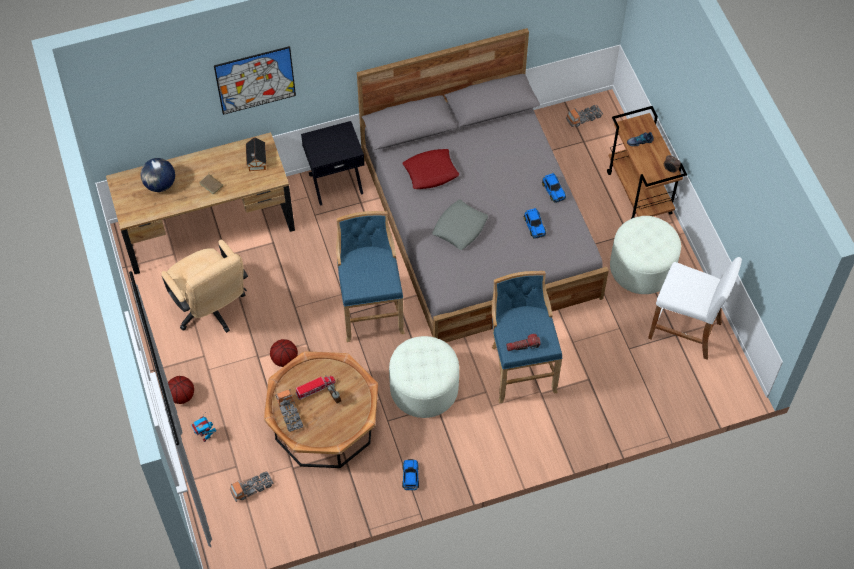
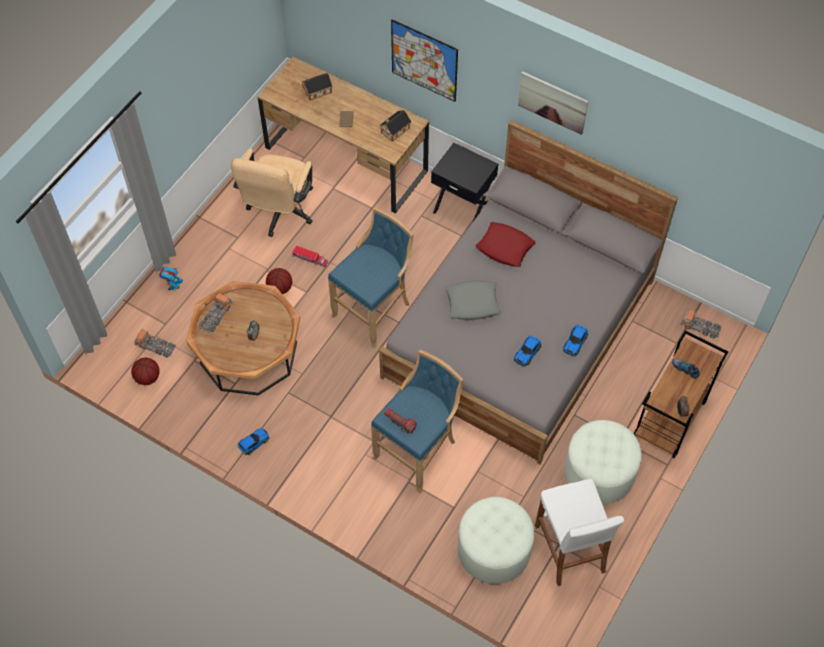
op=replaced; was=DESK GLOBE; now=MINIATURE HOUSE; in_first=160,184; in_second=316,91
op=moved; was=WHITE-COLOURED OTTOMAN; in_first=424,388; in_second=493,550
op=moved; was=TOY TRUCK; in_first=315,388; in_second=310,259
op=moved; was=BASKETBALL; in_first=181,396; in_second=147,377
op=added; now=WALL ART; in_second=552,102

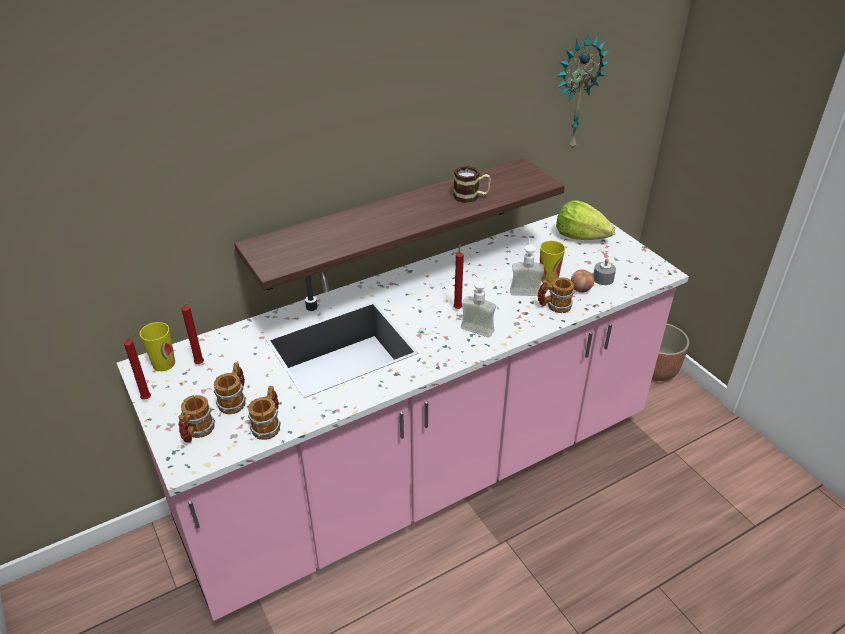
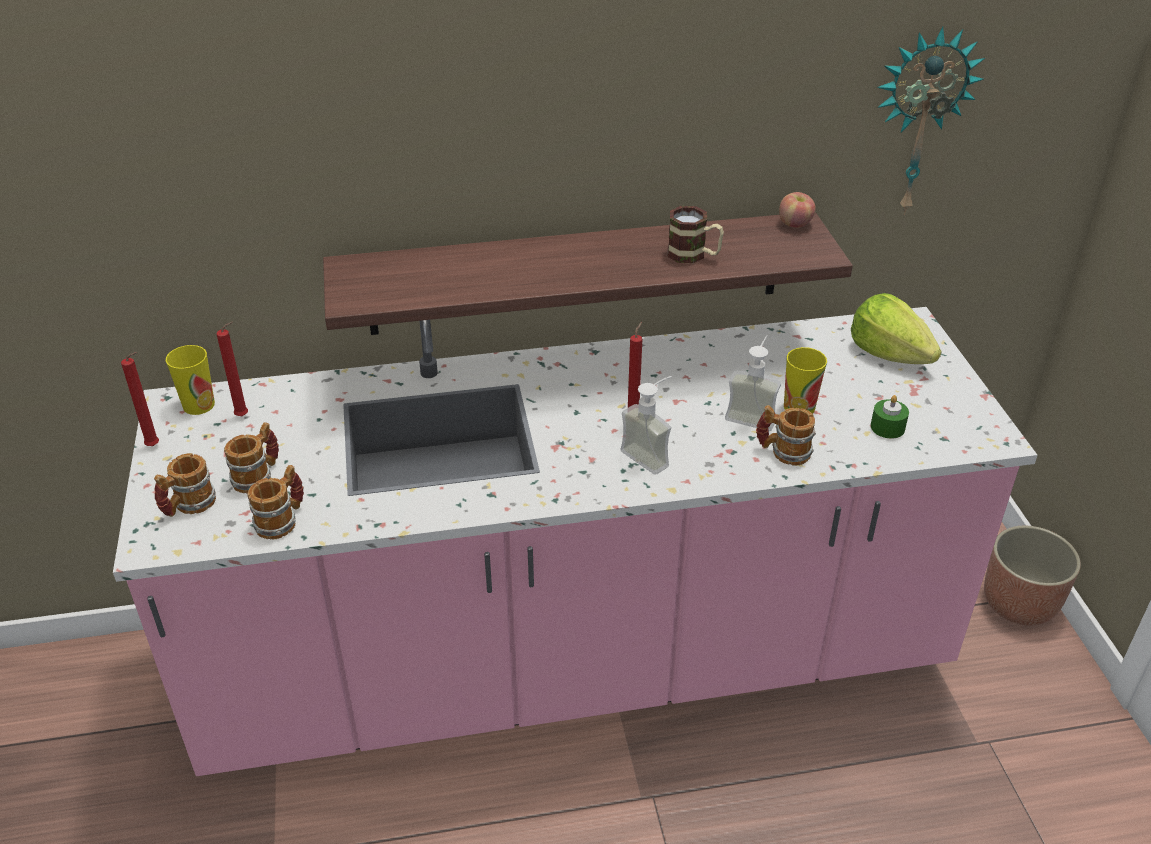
op=recoloured; was=GREY WAX CANDLE; now=GREEN-COLOURED WAX CANDLE; in_first=603,279; in_second=887,427
op=moved; was=APPLE FRUIT; in_first=581,289; in_second=795,224

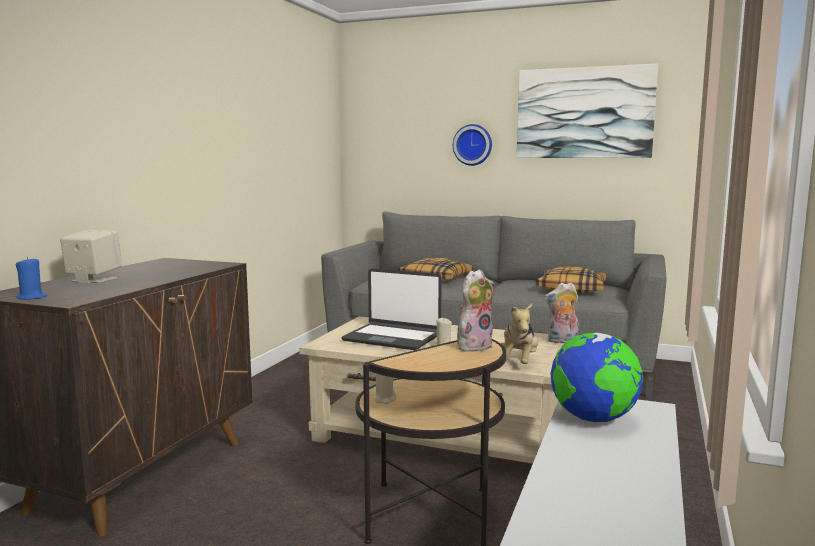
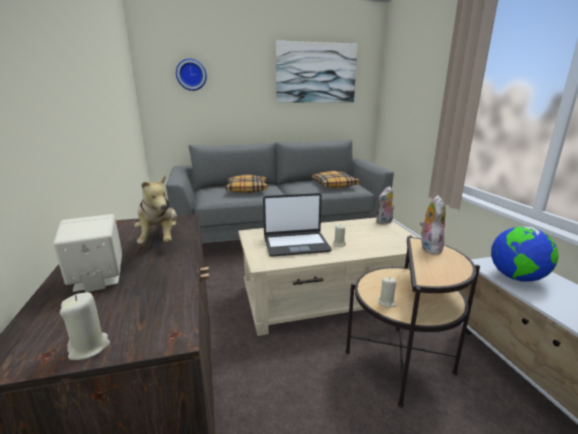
op=moved; was=HANGING CLOCK; in_first=473,145; in_second=191,75
op=recoloured; was=BLUE WAX CANDLE; now=SAND-COLOURED WAX CANDLE; in_first=32,297; in_second=89,347
op=moved; was=PLUSH TOY; in_first=519,362; in_second=160,239

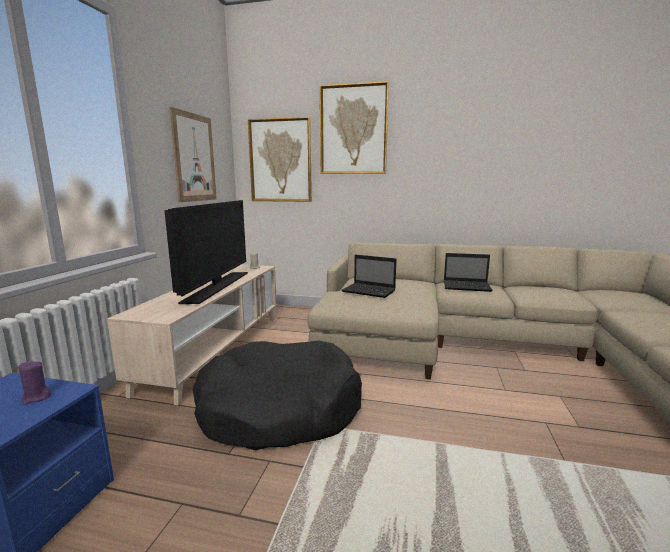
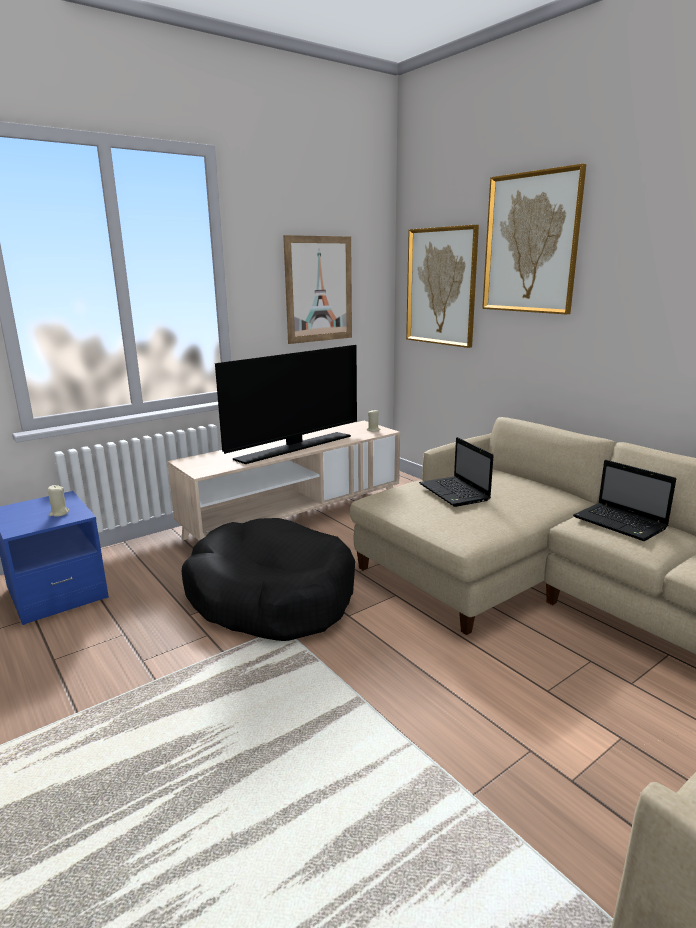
op=recoloured; was=PURPLISH WAX CANDLE; now=SAND-COLOURED WAX CANDLE; in_first=36,397; in_second=59,513

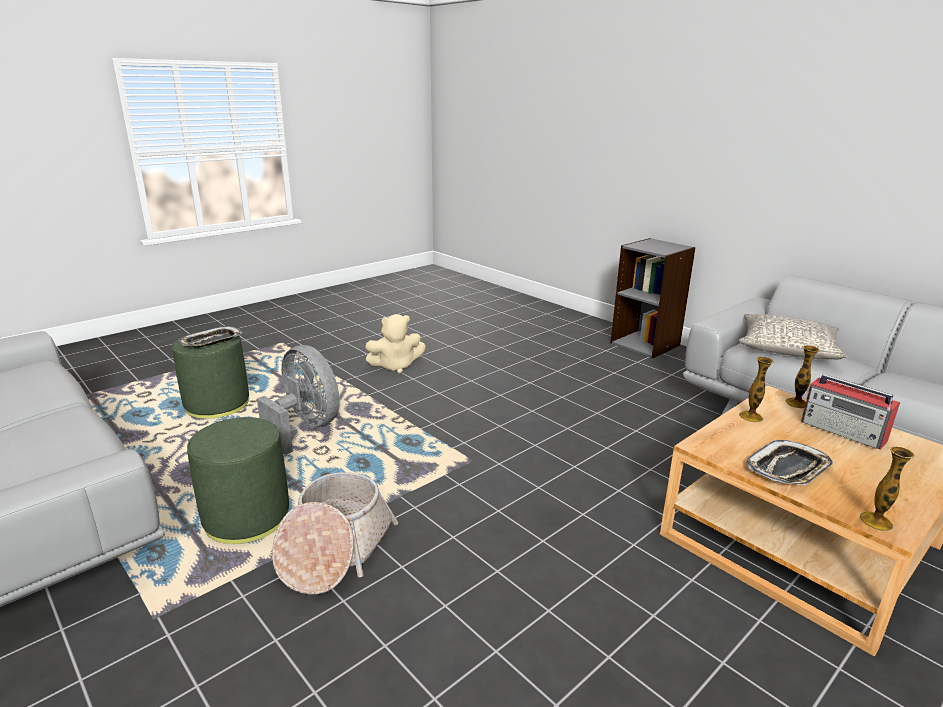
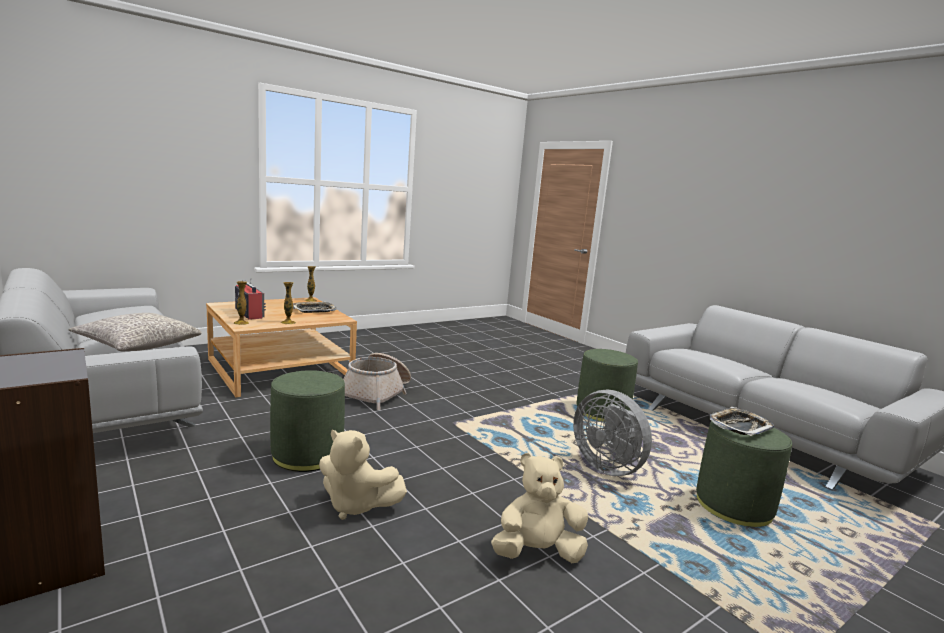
op=moved; was=STORAGE BASKET; in_first=334,550; in_second=377,393
op=added; now=GREEN-COLOURED OTTOMAN; in_second=307,454
op=added; now=SAND-COLOURED PLUSH TOY; in_second=356,505

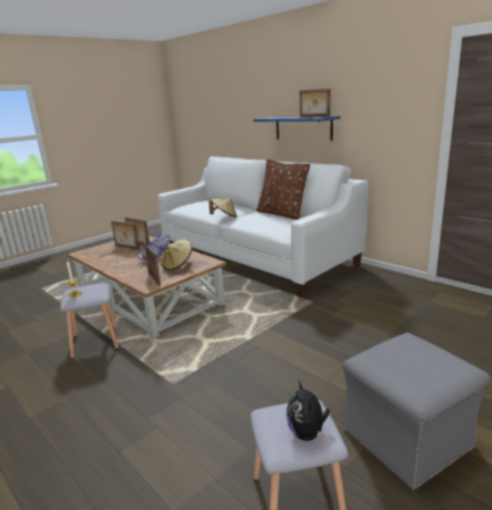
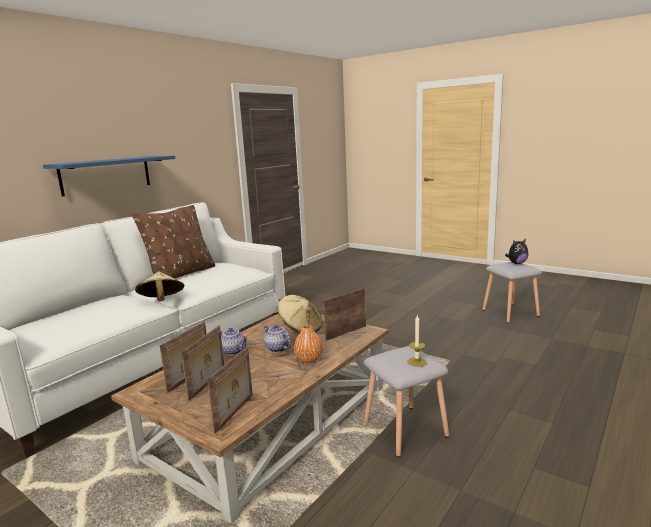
op=moved; was=PICTURE FRAME; in_first=314,116; in_second=235,413
op=removed; was=GREY OTTOMAN; in_first=406,438
op=added; now=ORANGEY DECORATIVE VASE; in_second=309,359

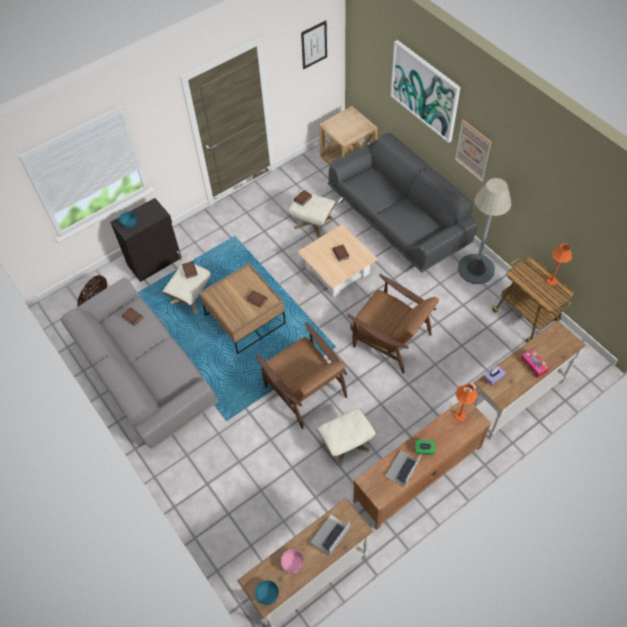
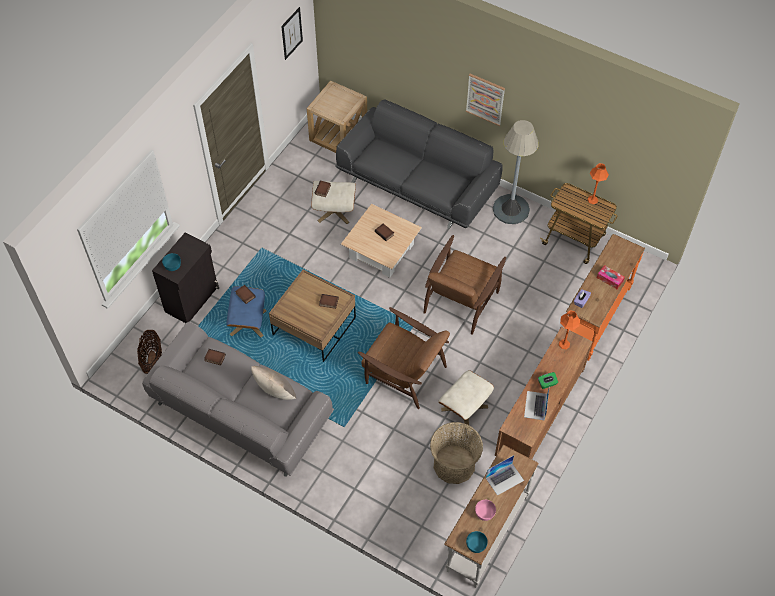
op=removed; was=WALL ART; in_first=424,90
op=recoloured; was=SAND-COLOURED OTTOMAN; now=BLUE OTTOMAN; in_first=190,297; in_second=248,322
op=turned; was=BROWNISH LOUNGE CHAIR; in_first=390,338; in_second=461,300; clockwise=105
op=recoloured; was=WHITE-COLOURED HALL TABLE; now=ORANGEY HALL TABLE; in_first=515,398; in_second=595,317
op=turned; was=NOTEBOOK COMPUTER; in_first=330,535; in_second=504,479; clockwise=-135
op=added; now=SAND-COLOURED CUSHION; in_second=275,392
op=added; now=STORAGE BASKET; in_second=454,464

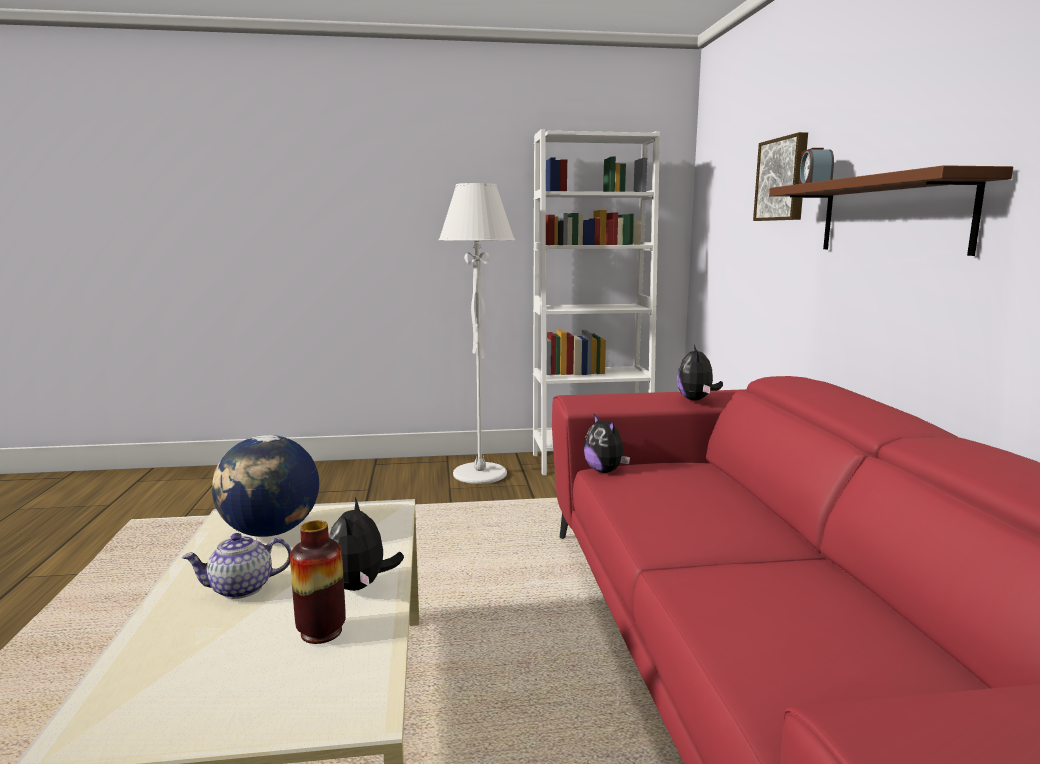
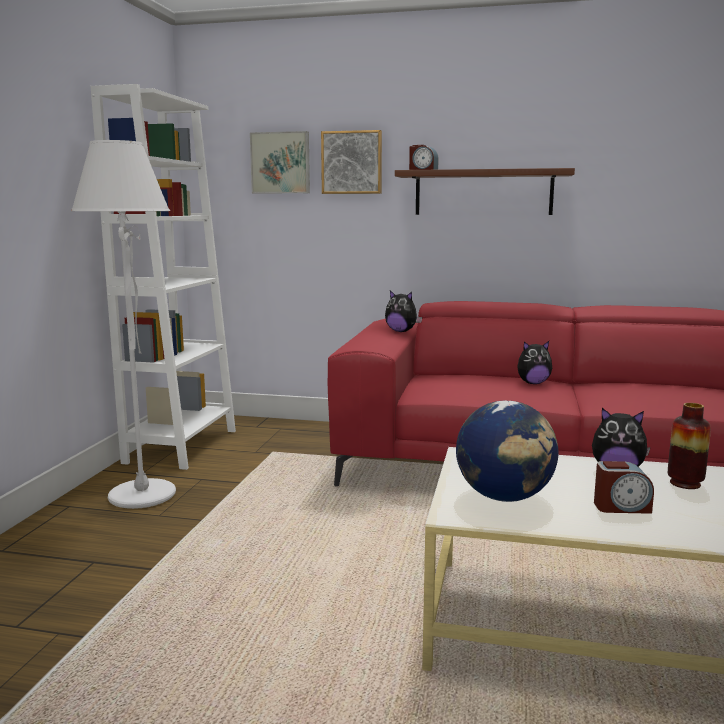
op=moved; was=PLUSH TOY; in_first=605,471; in_second=533,383
op=replaced; was=TEAPOT; now=BEDSIDE CLOCK; in_first=240,589; in_second=621,507
op=added; now=WALL ART; in_second=281,163

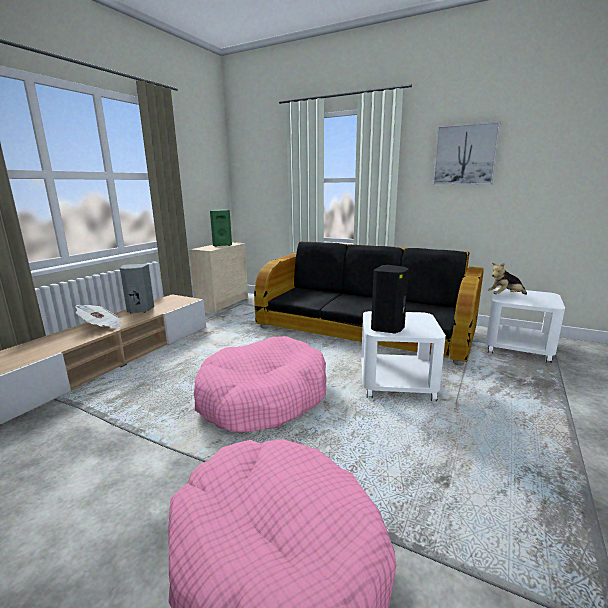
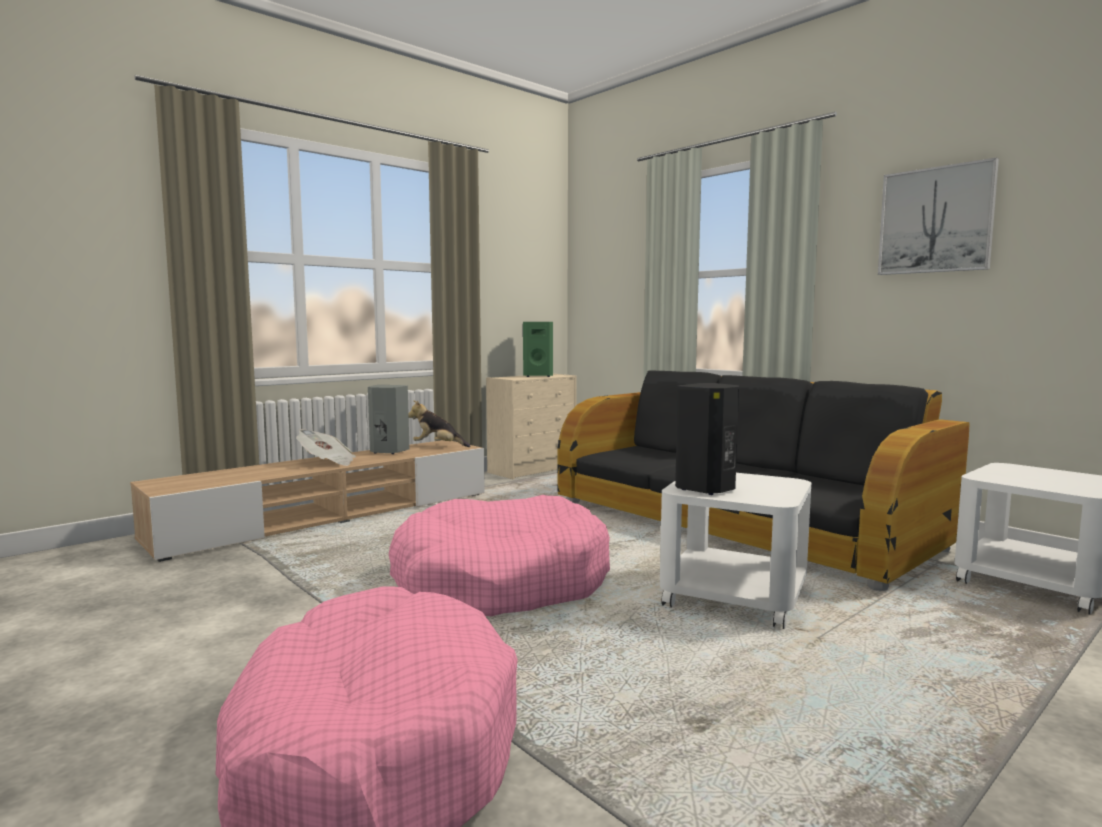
op=moved; was=PLUSH TOY; in_first=505,296; in_second=438,446

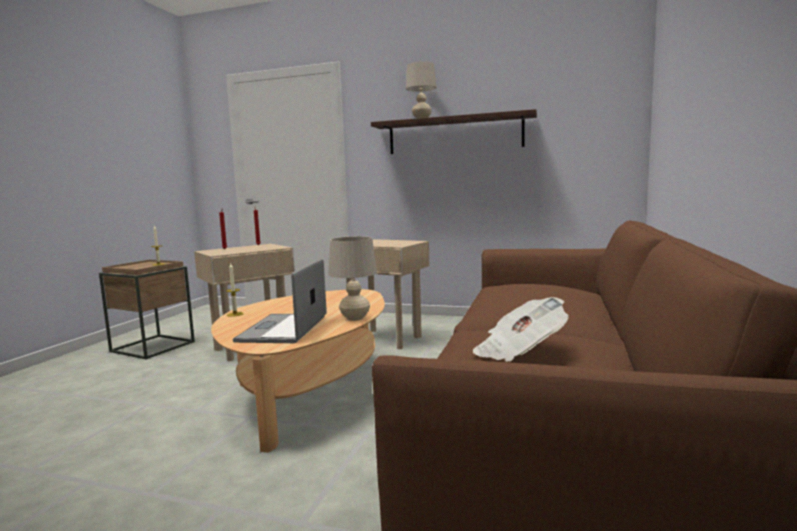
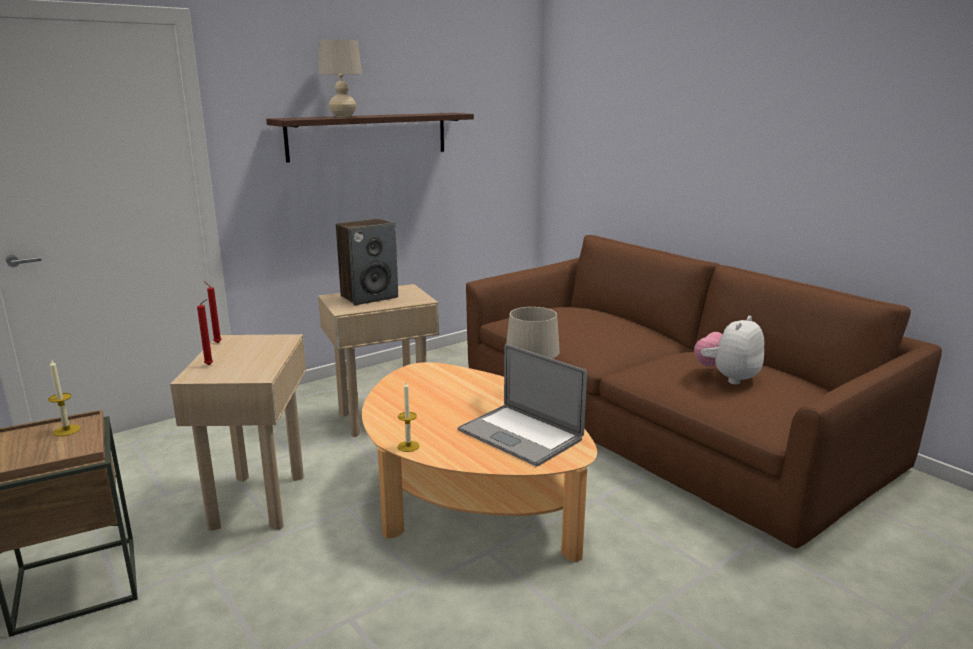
op=replaced; was=PRINTED PAPER; now=PLUSH TOY; in_first=518,352; in_second=727,377
op=added; now=SPEAKER; in_second=369,297

